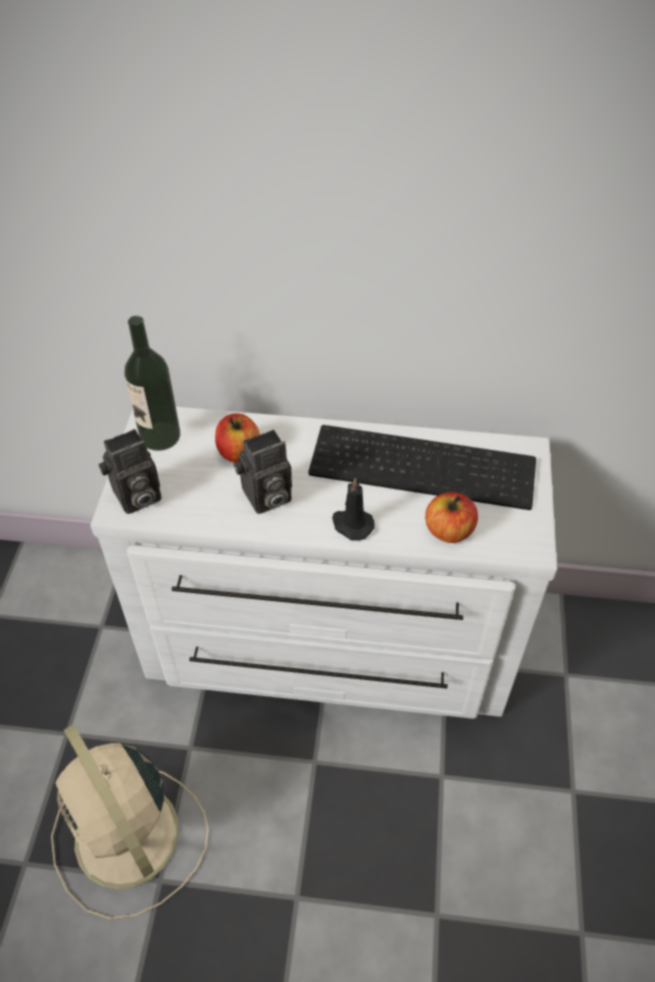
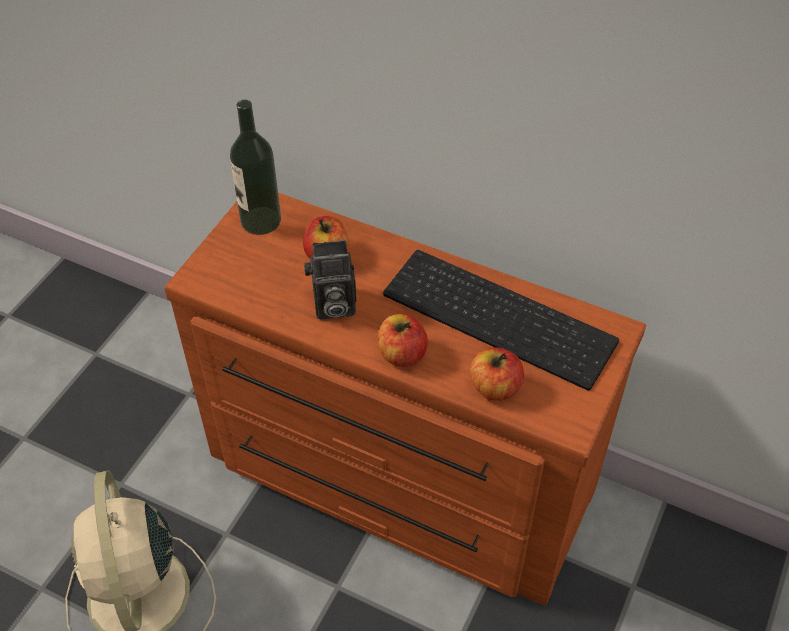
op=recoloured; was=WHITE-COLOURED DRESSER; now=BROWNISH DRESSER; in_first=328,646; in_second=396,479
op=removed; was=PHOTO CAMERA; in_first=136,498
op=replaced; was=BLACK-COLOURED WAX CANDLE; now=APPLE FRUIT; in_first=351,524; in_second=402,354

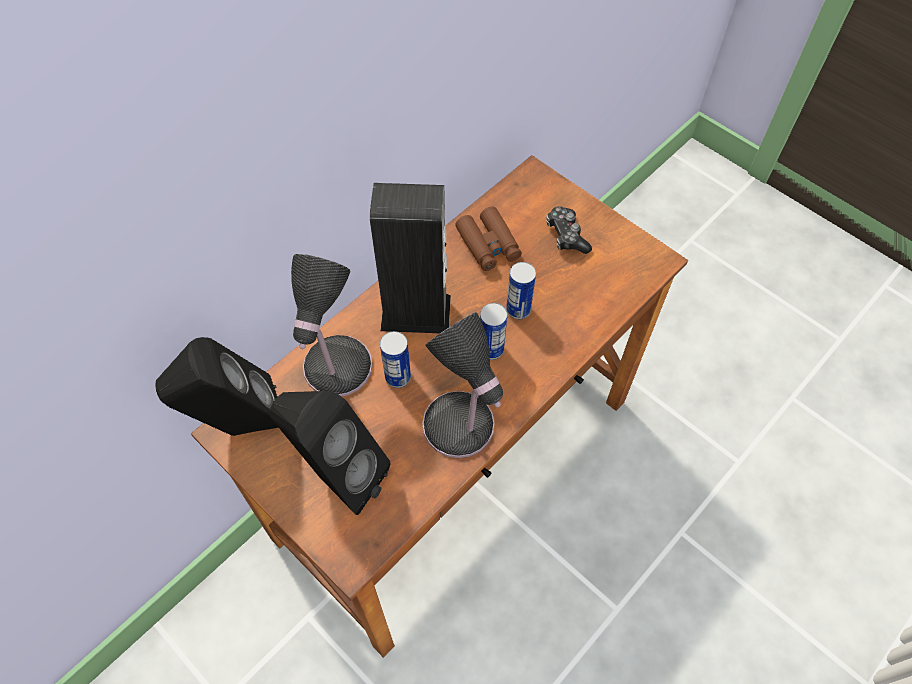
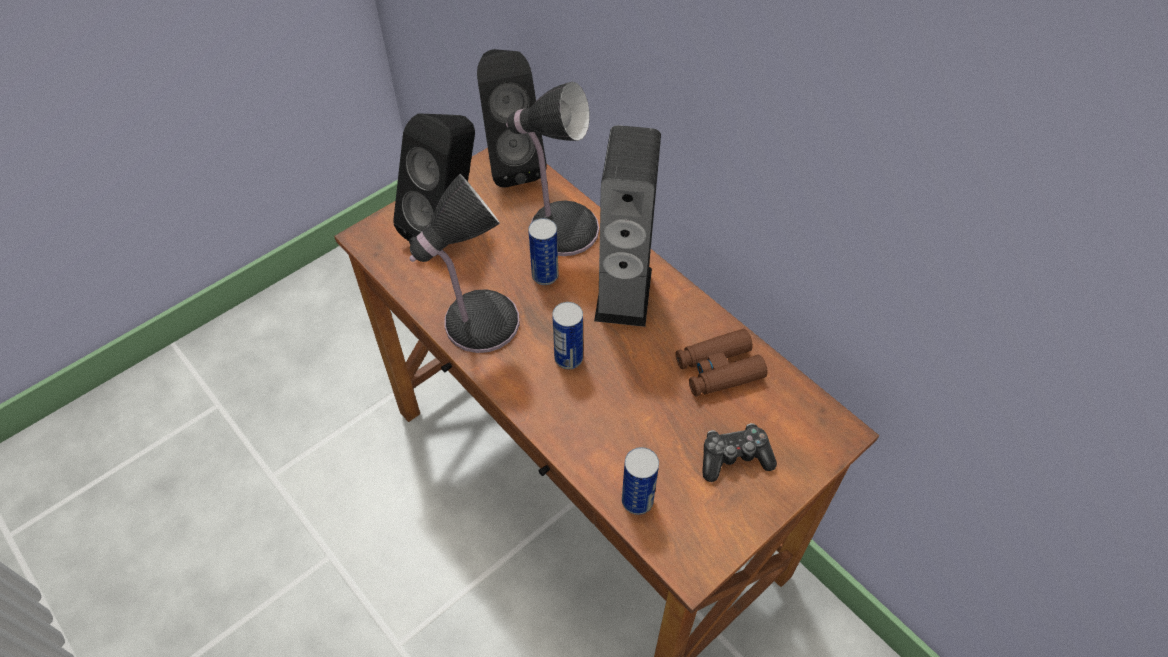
op=moved; was=SEALED CAN; in_first=518,310; in_second=637,501

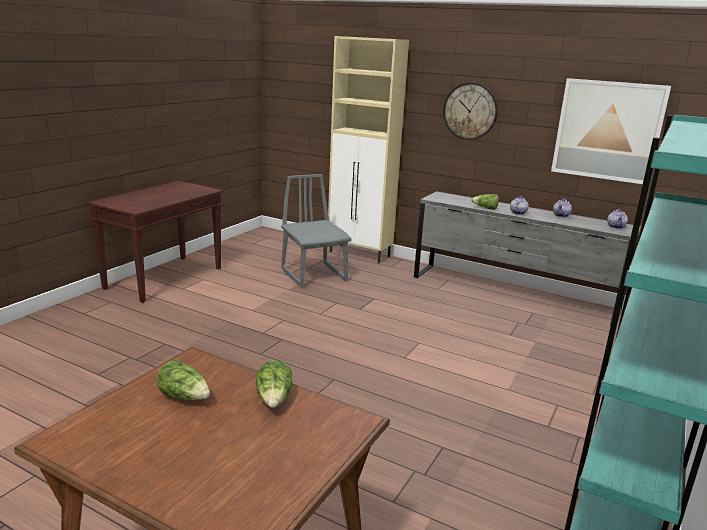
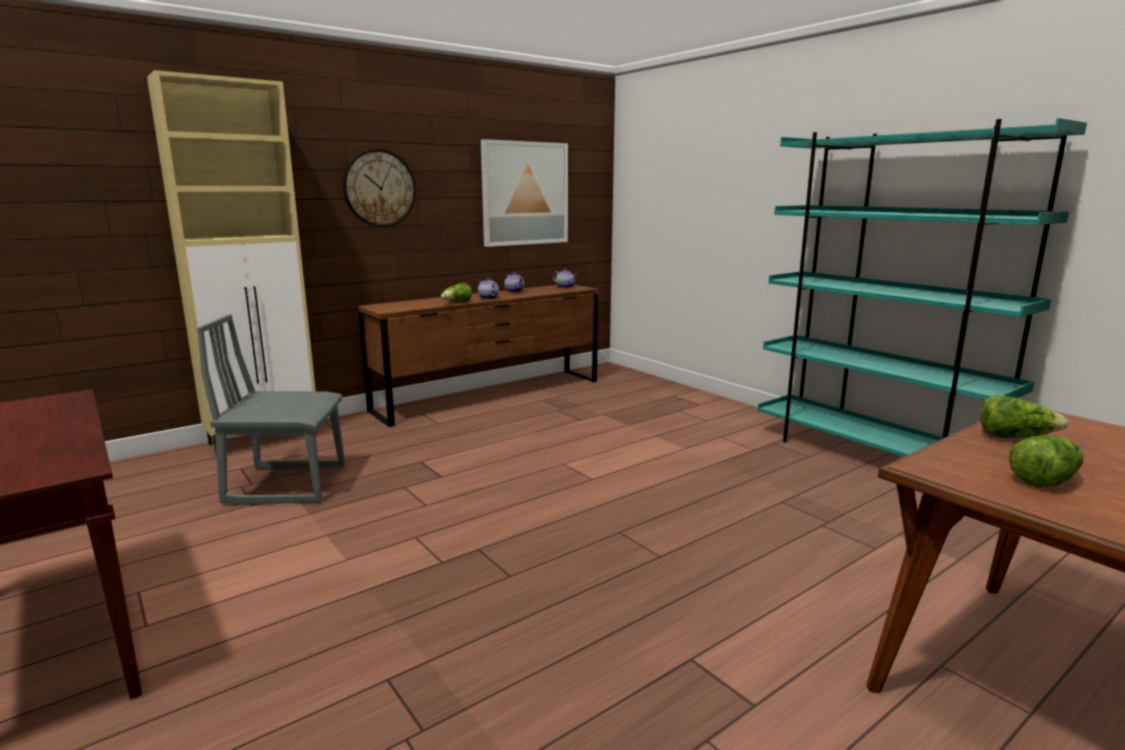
op=recoloured; was=GREY DRESSER; now=BROWNISH DRESSER; in_first=512,293; in_second=490,395

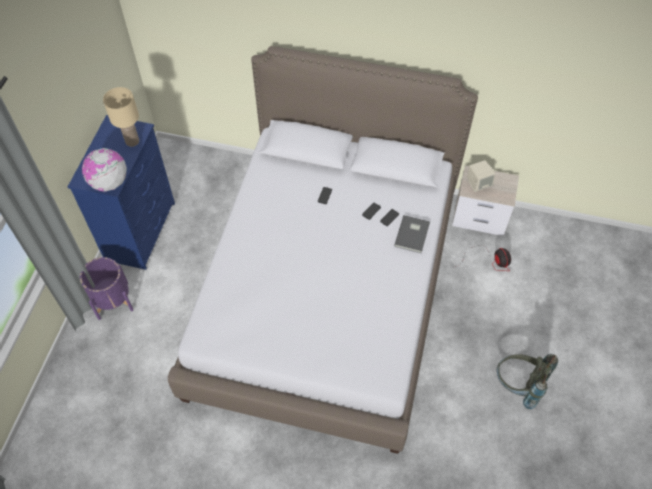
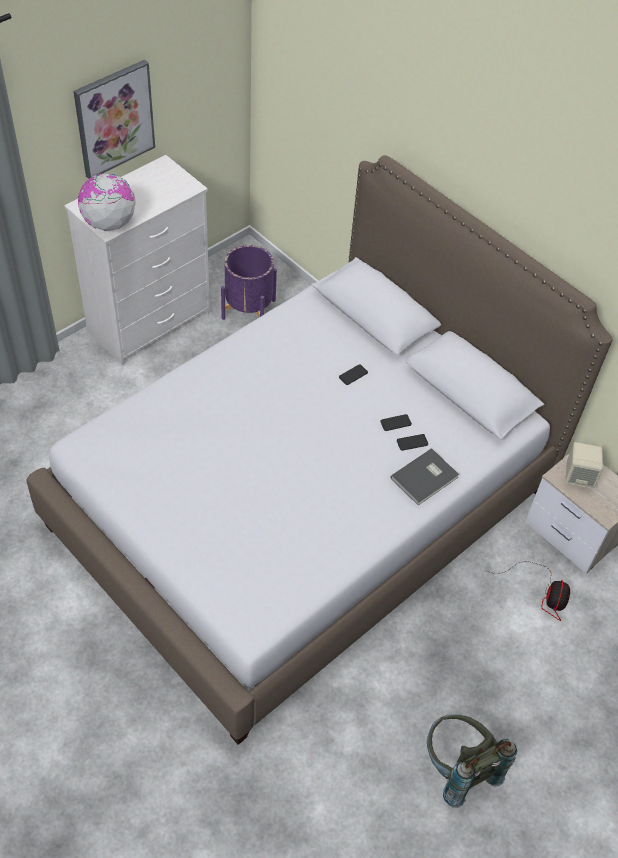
op=removed; was=SAND-COLOURED TABLE LAMP; in_first=132,141
op=recoloured; was=BLUE DRESSER; now=WHITE-COLOURED DRESSER; in_first=141,230; in_second=150,322
op=moved; was=PURPLISH FLOWER POT; in_first=113,300; in_second=248,309
op=added; now=WALL ART; in_second=114,119

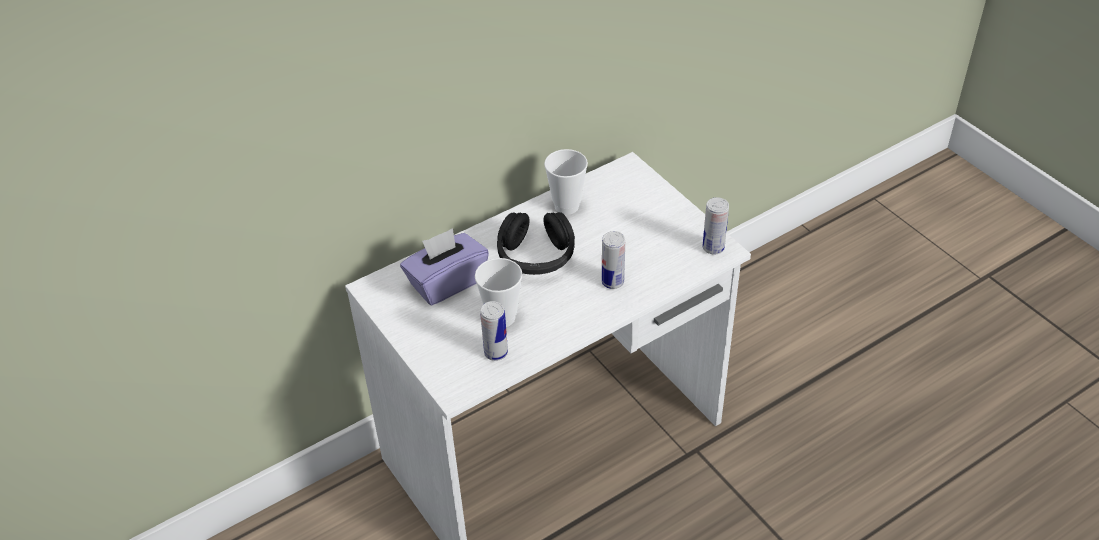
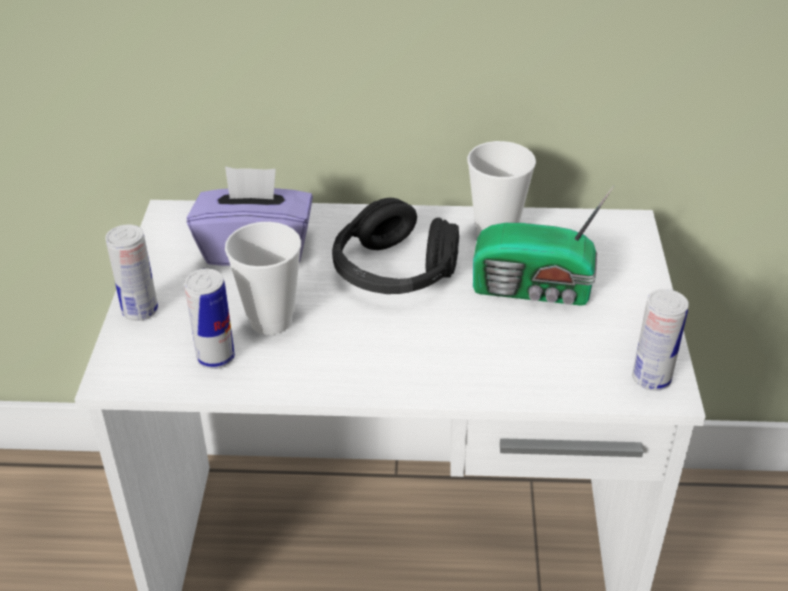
op=moved; was=SEALED CAN; in_first=612,282; in_second=140,311
op=added; now=RADIO SET; in_second=535,290

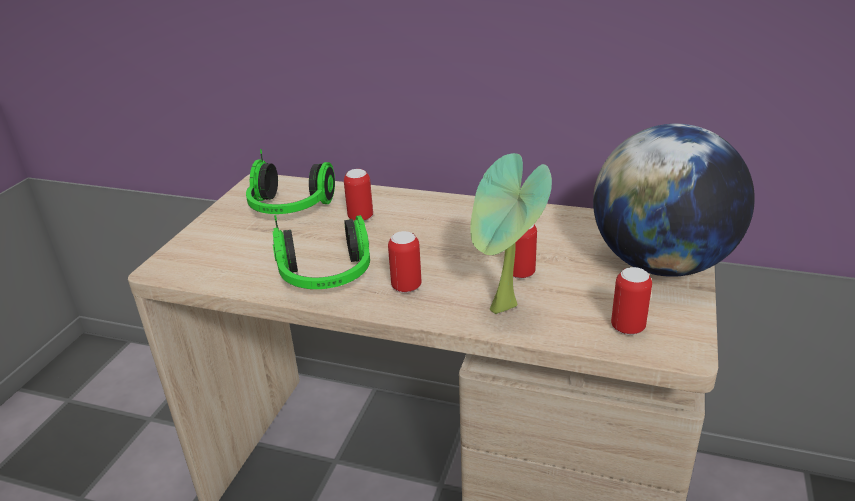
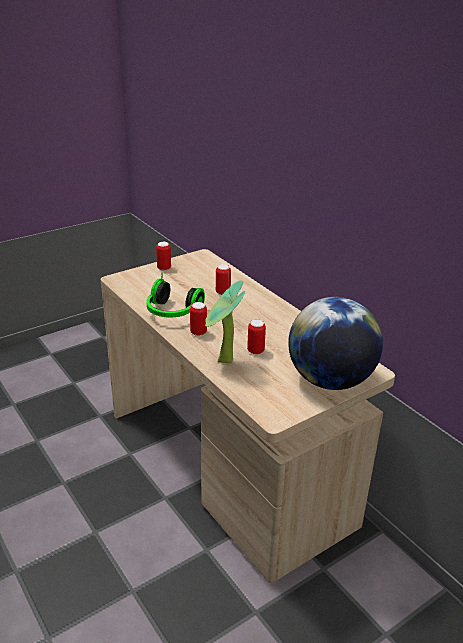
op=removed; was=HEADSET; in_first=289,209
op=moved; was=SEALED CAN; in_first=627,327; in_second=164,268

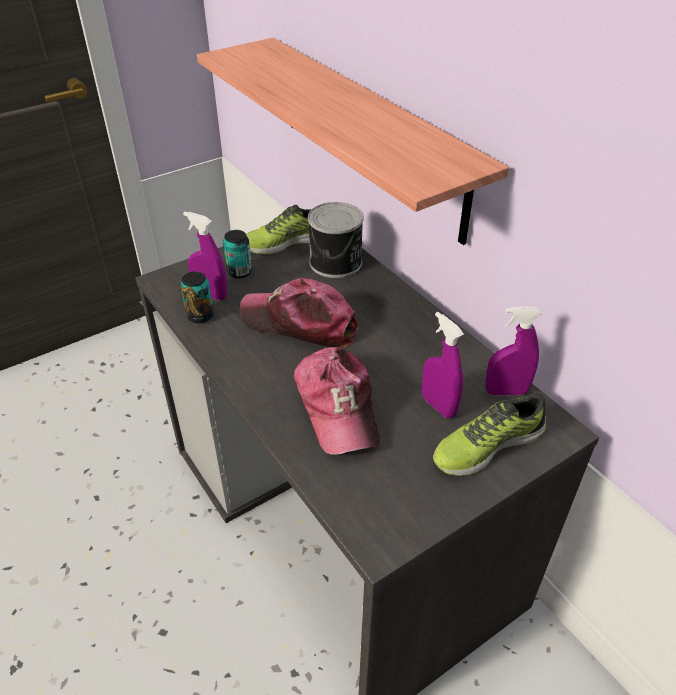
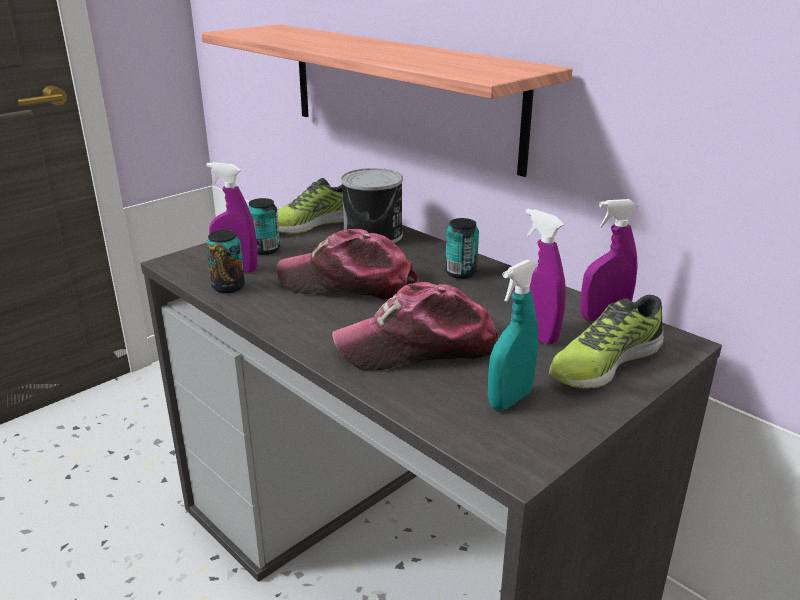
op=turned; was=BASEBALL CAP; in_first=337,407; in_second=419,347; clockwise=105
op=added; now=SEALED CAN; in_second=460,273
op=added; now=TURQUOISE-COLOURED SPRAYER; in_second=510,399

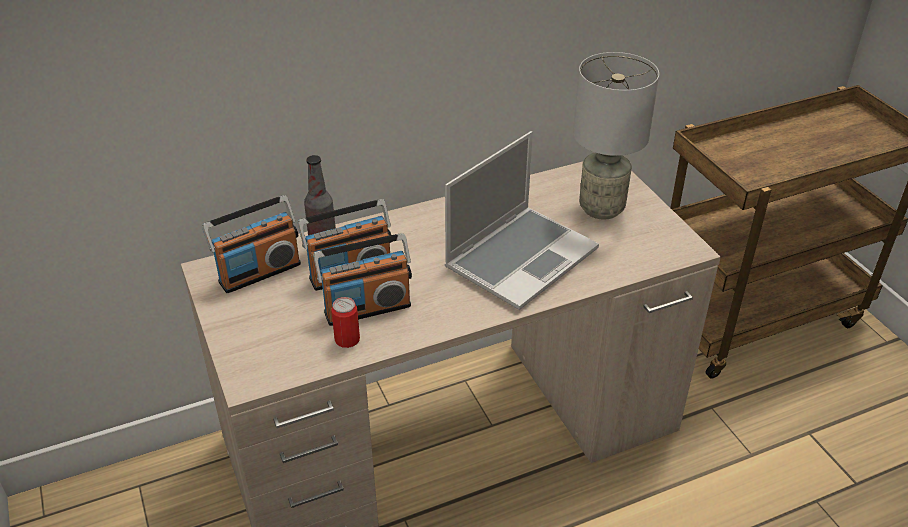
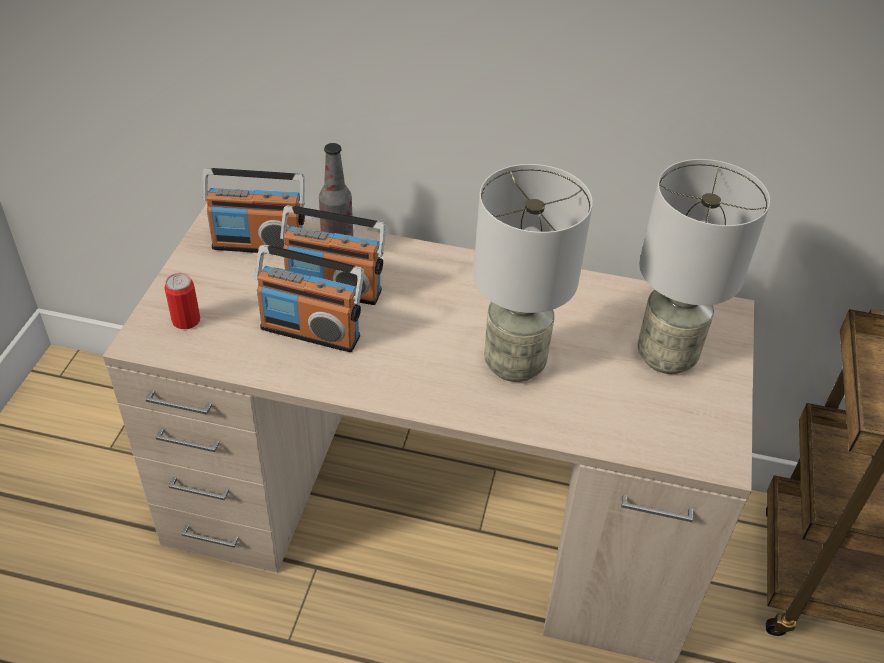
op=replaced; was=NOTEBOOK COMPUTER; now=GREY TABLE LAMP; in_first=521,257; in_second=515,363
op=moved; was=SEALED CAN; in_first=347,339; in_second=186,320

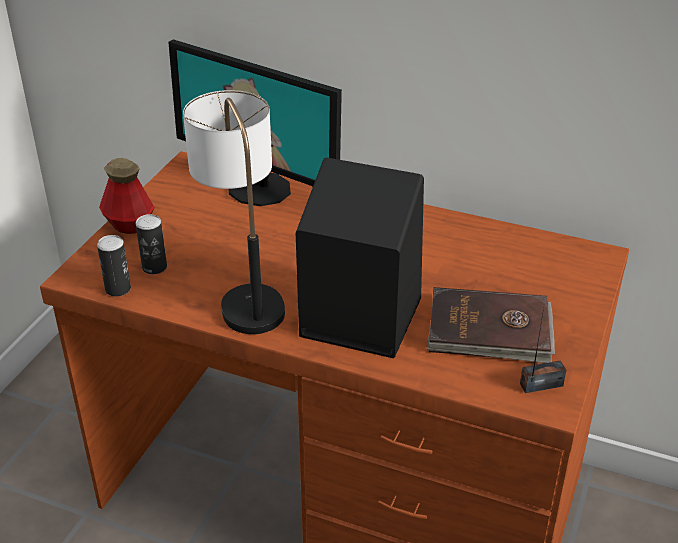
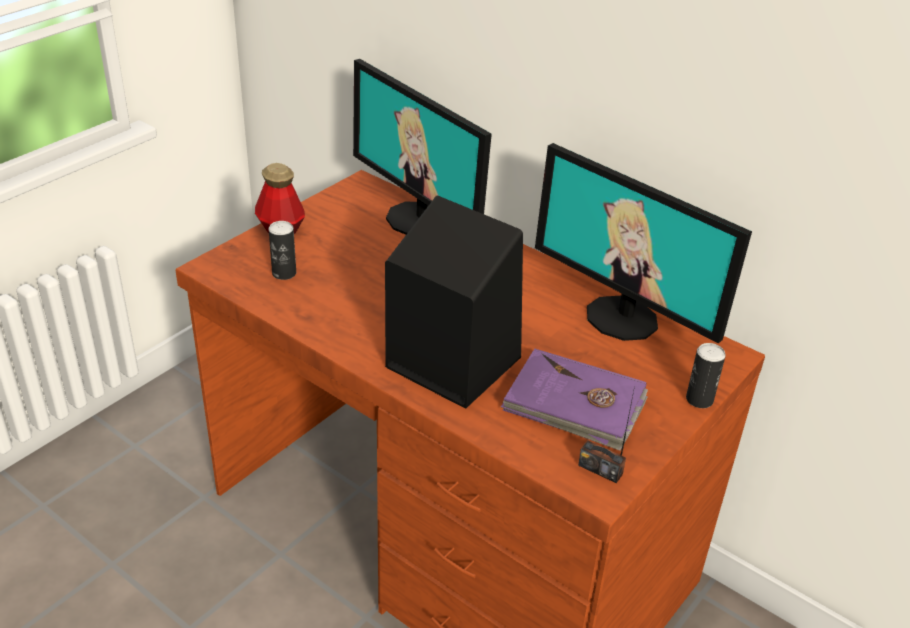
op=removed; was=TABLE LAMP; in_first=245,290
op=moved; was=SEALED CAN; in_first=118,289; in_second=699,399
op=recoloured; was=BROWNISH VOLUME; now=PURPLISH VOLUME; in_first=490,331; in_second=575,404
op=turned; was=RADIO SET; in_first=541,385; in_second=600,469; clockwise=-150
op=added; now=MONITOR; in_second=623,318

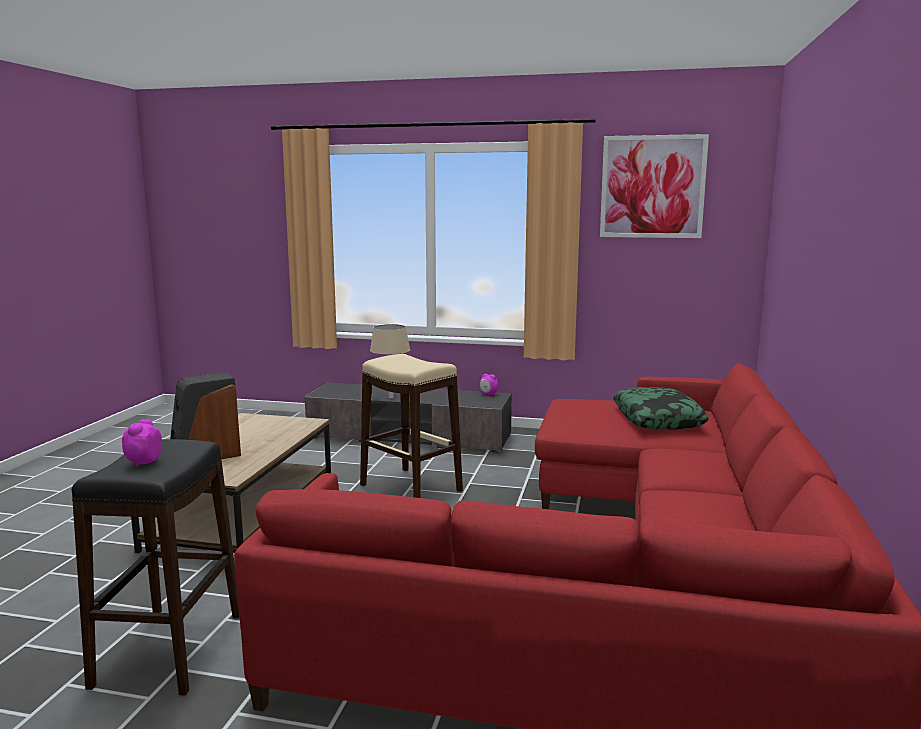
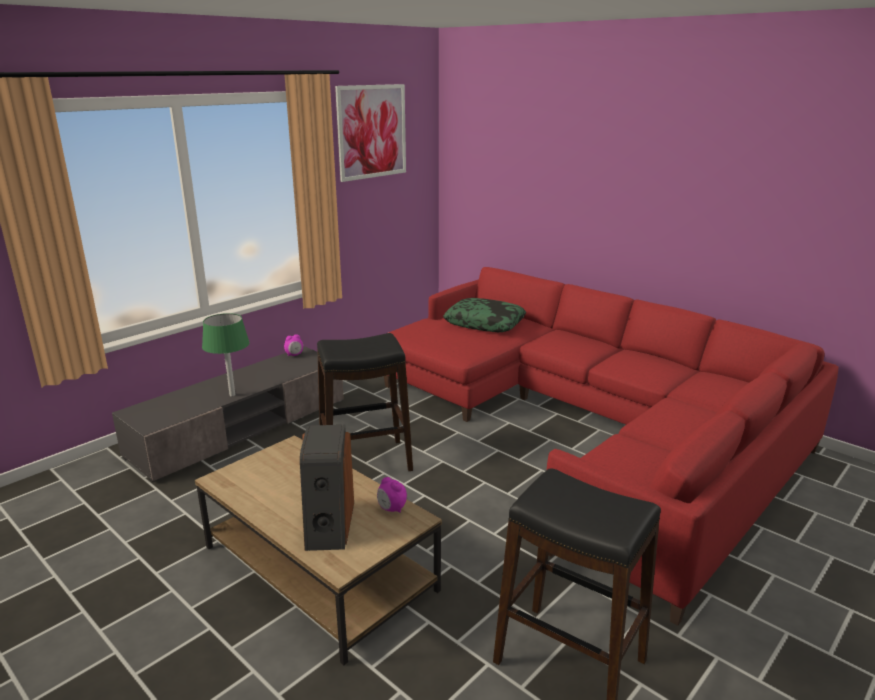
op=recoloured; was=SAND-COLOURED TABLE LAMP; now=GREEN-COLOURED TABLE LAMP; in_first=391,398; in_second=232,395
op=recoloured; was=SAND-COLOURED STOOL; now=BLACK-COLOURED STOOL; in_first=411,488; in_second=365,461
op=moved; was=BEDSIDE CLOCK; in_first=143,462; in_second=391,509

